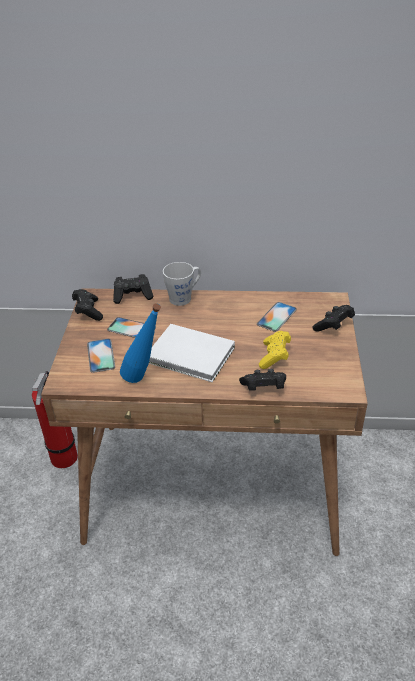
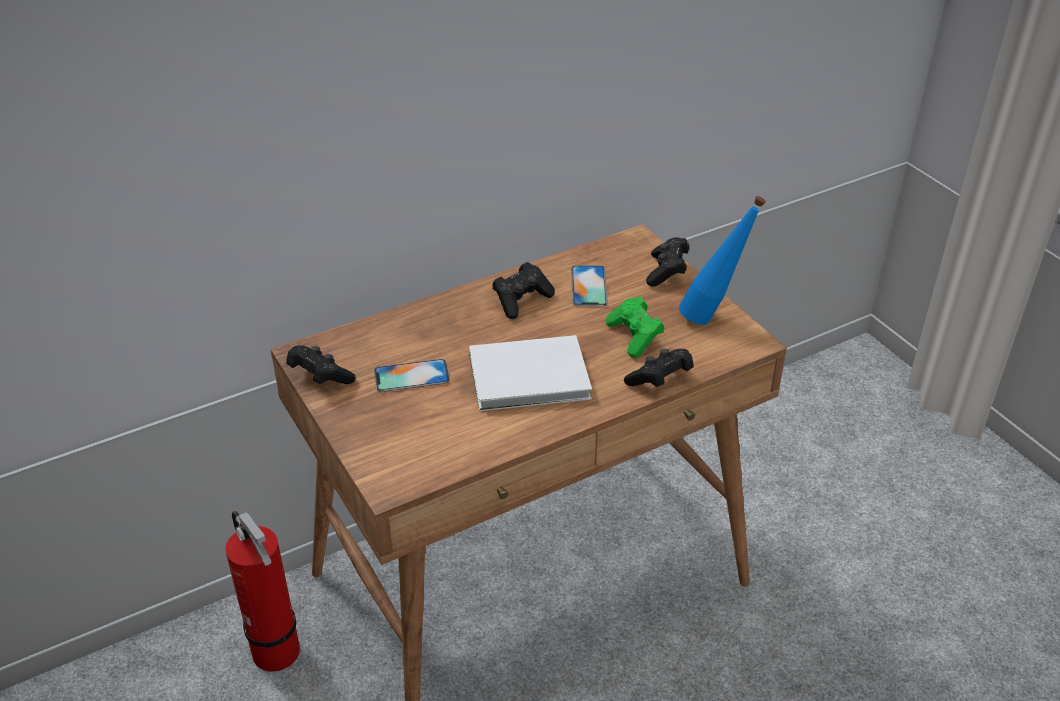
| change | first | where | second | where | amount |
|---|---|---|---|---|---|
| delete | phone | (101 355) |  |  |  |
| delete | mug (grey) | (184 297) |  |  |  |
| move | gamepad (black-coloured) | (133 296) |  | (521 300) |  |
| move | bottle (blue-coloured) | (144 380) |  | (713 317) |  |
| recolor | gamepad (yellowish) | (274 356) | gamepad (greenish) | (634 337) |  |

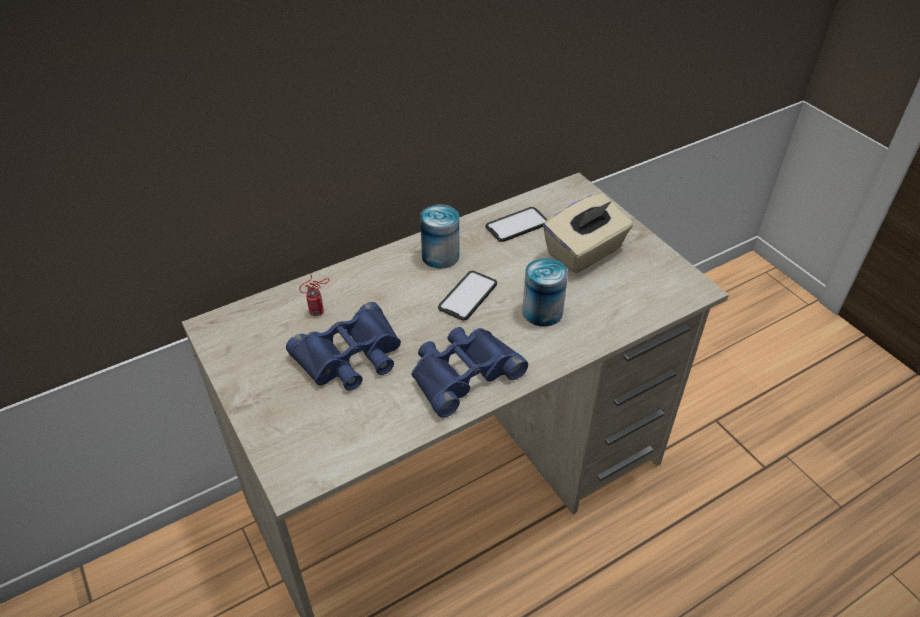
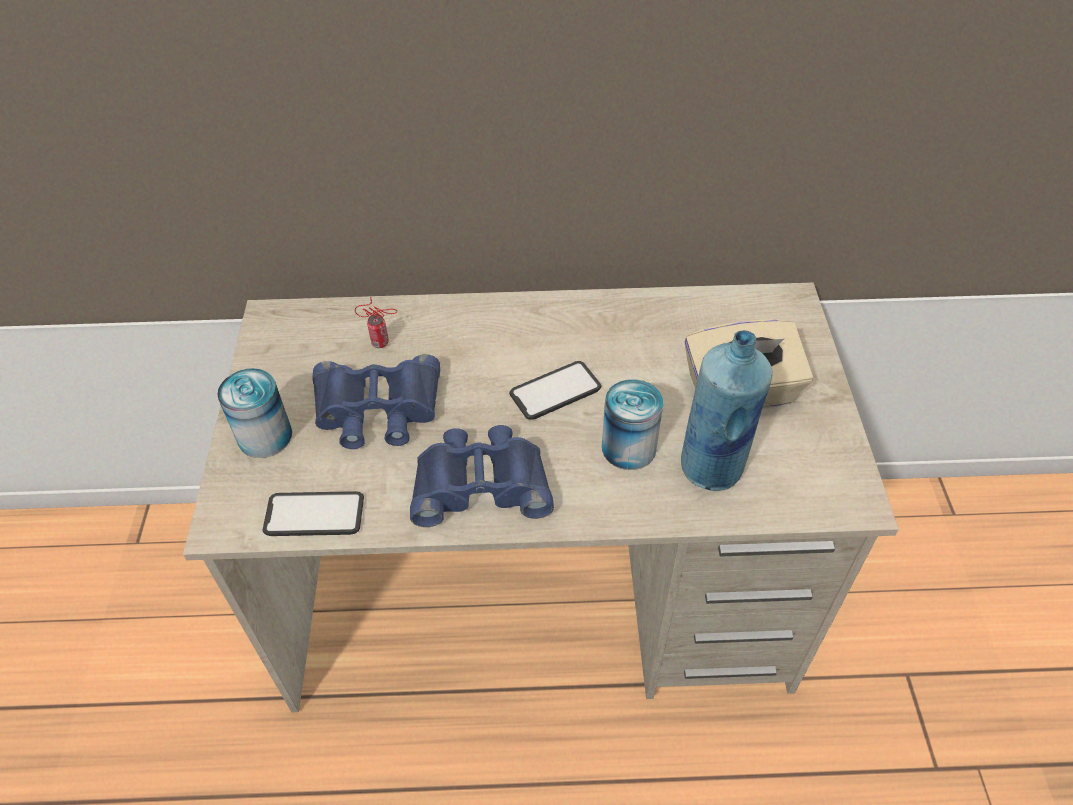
| change | first | where | second | where | amount |
|---|---|---|---|---|---|
| insert |  |  | bottle (blue-coloured) | (712 467) |  |
| move | can | (440 256) |  | (265 436) |  |
| move | phone | (517 225) |  | (314 515) |  |

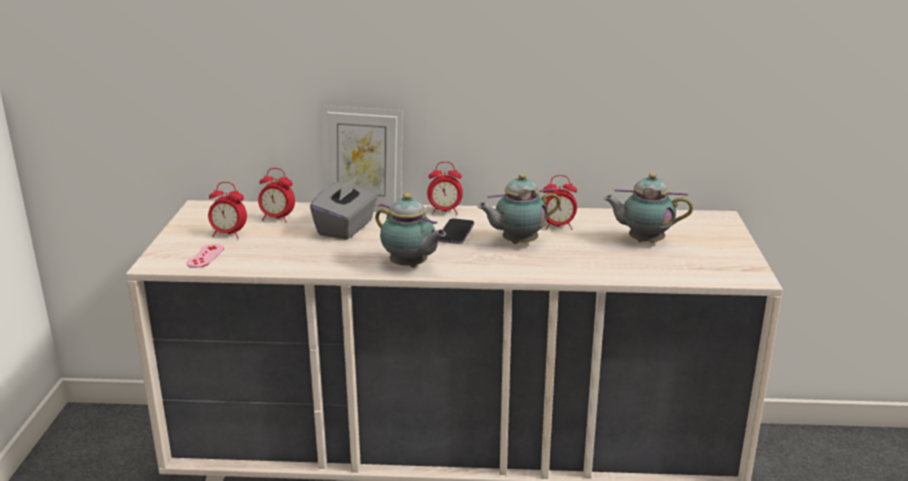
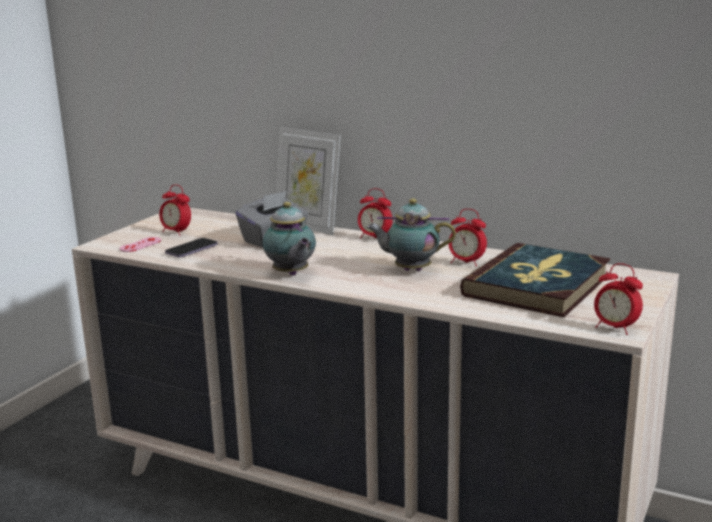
| change | first | where | second | where | amount |
|---|---|---|---|---|---|
| move | alarm clock | (277 219) |  | (615 328) |  |
| move | phone | (455 233) |  | (191 250) |  |
| replace | pot for tea | (643 241) | volume | (538 285) |  |

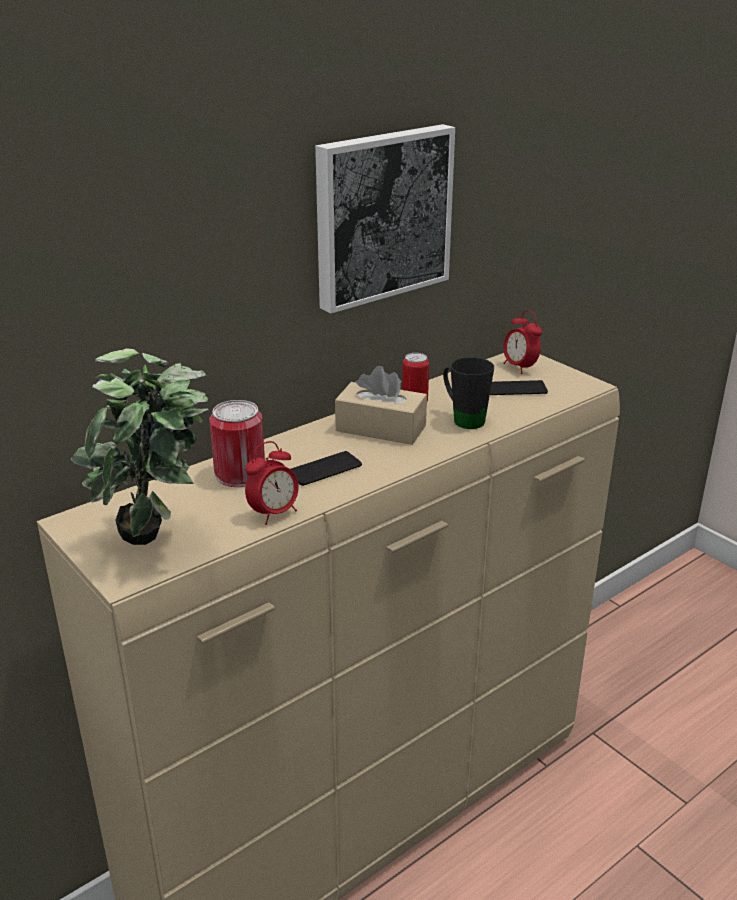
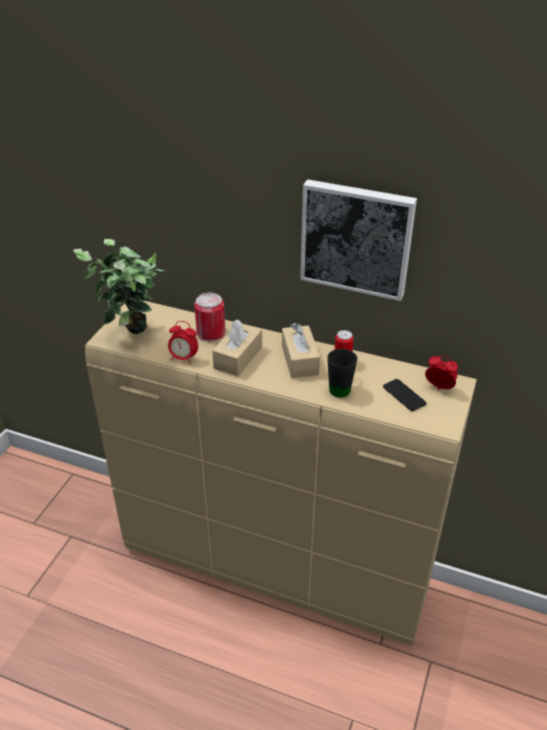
| change | first | where | second | where | amount |
|---|---|---|---|---|---|
| replace | phone | (324 469) | tissue box (beige-coloured) | (238 357) |  |
| rotate | alarm clock | (520 367) |  | (439 388) | 90 degrees clockwise |

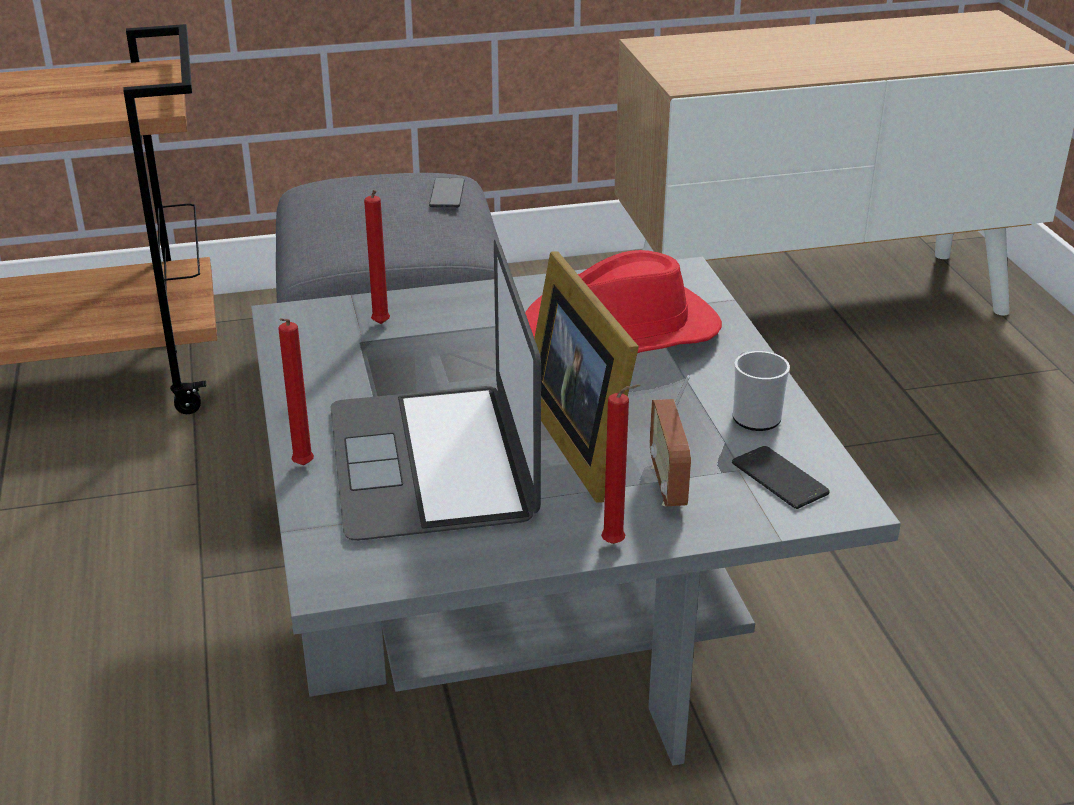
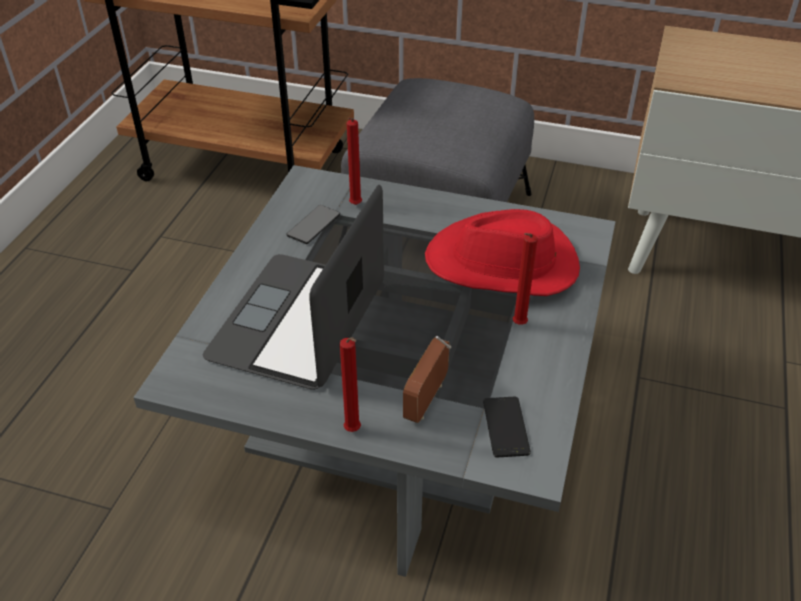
| change | first | where | second | where | amount |
|---|---|---|---|---|---|
| delete | photo frame | (583 437) |  |  |  |
| delete | mug | (753 414) |  |  |  |
| move | candle (red-coloured) | (302 467) |  | (517 325) |  |
| move | phone | (447 194) |  | (314 225) |  |

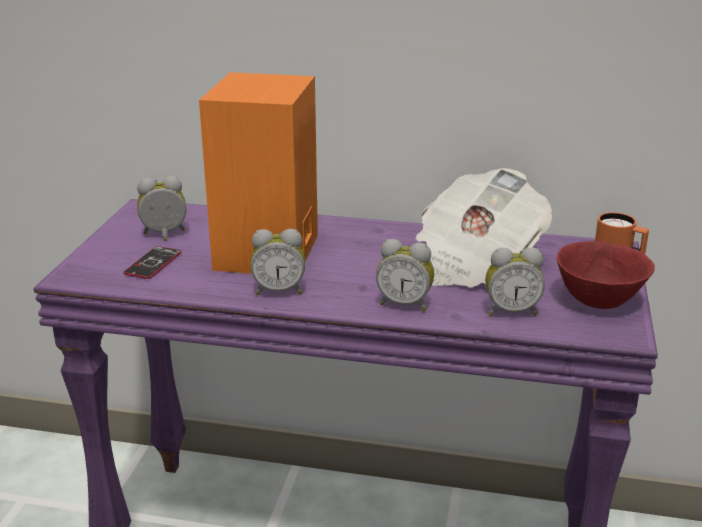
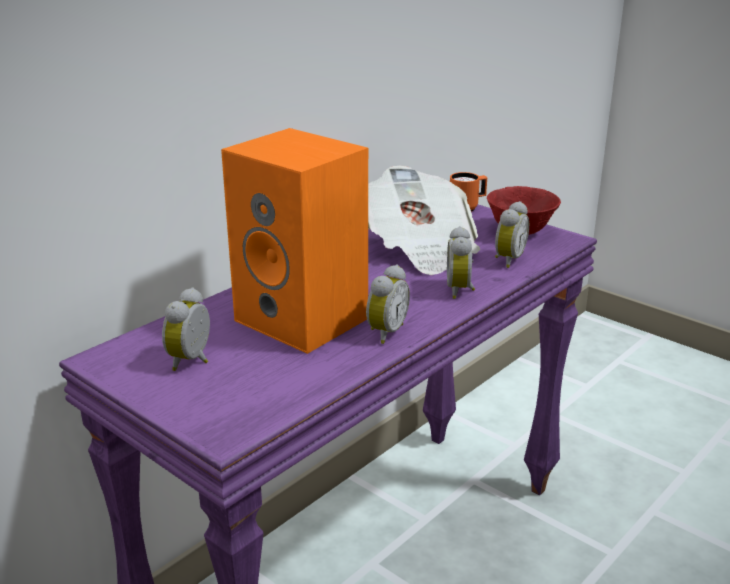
| change | first | where | second | where | amount |
|---|---|---|---|---|---|
| delete | phone | (153 263) |  |  |  |
| rotate | alarm clock | (405 304) |  | (460 290) | 135 degrees clockwise |

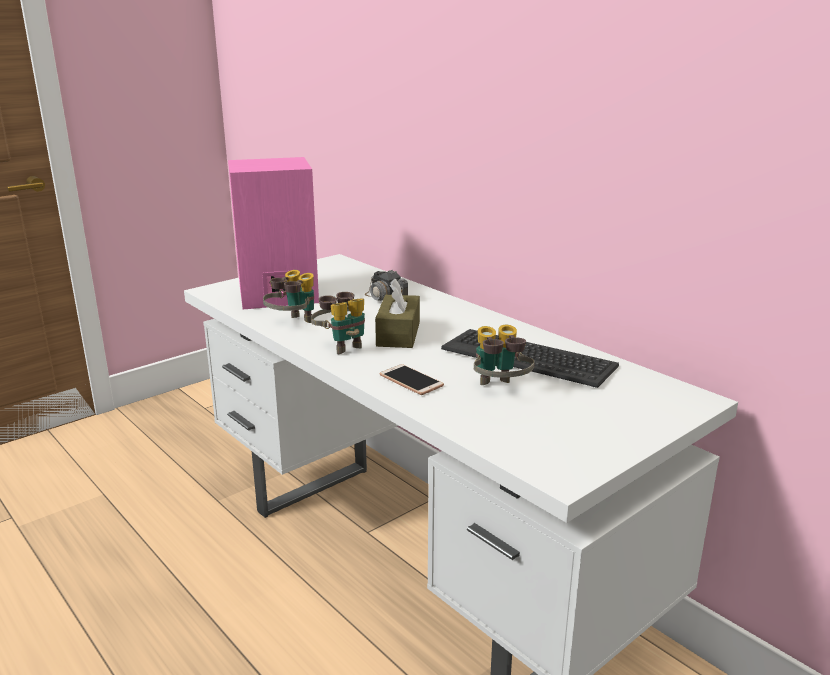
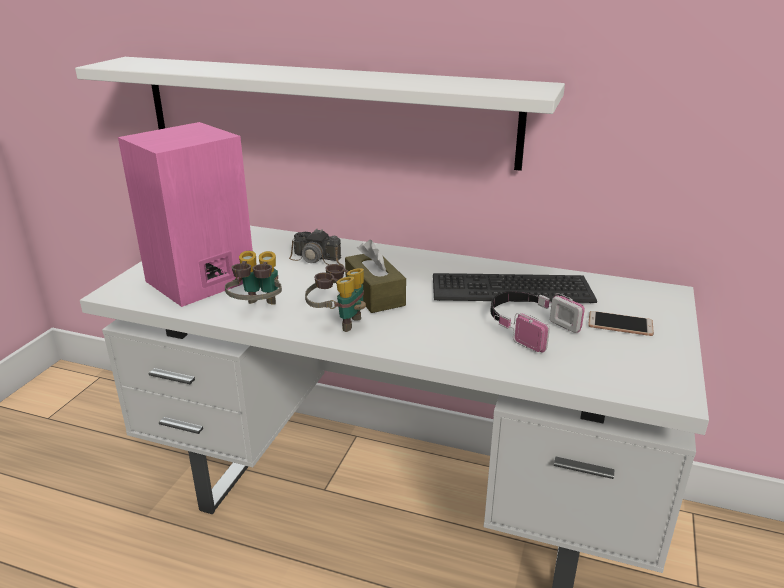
| change | first | where | second | where | amount |
|---|---|---|---|---|---|
| insert |  |  | bracket shelf (whitish) | (324 110) |  |
| move | phone | (411 381) |  | (620 324) |  |
| replace | binoculars | (499 390) | pair of headphones | (528 327) |  |

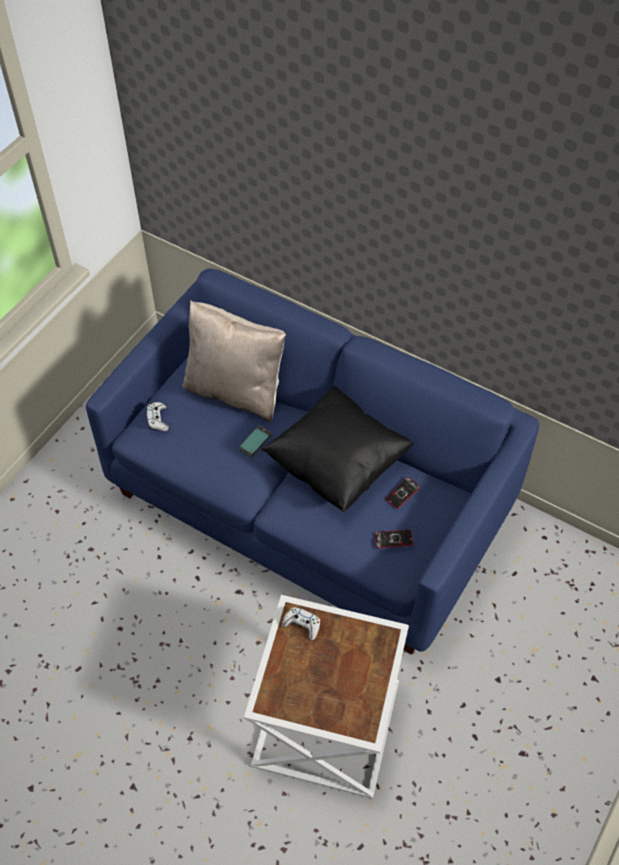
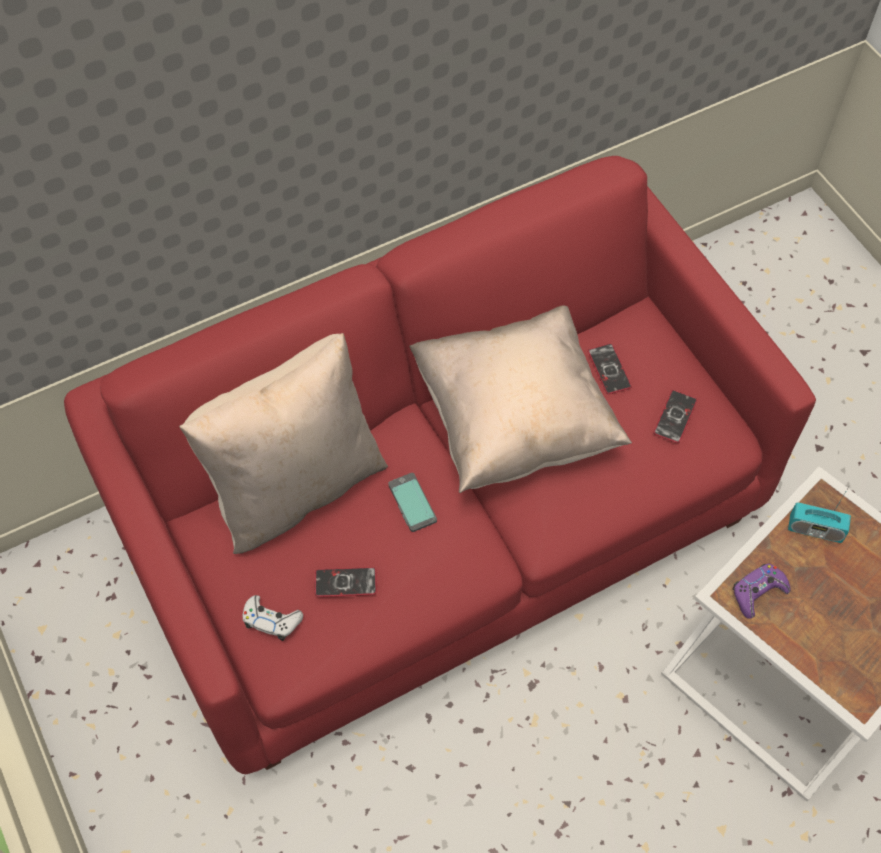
| change | first | where | second | where | amount |
|---|---|---|---|---|---|
| insert |  |  | phone | (345 582) |  |
| insert |  |  | radio set | (815 529) |  |
| recolor | couch (blue-coloured) | (311 500) | couch (red-coloured) | (442 517) |  |
| recolor | throw pillow (black-coloured) | (337 464) | throw pillow (beige-coloured) | (514 420) |  |
| recolor | gamepad (whitish) | (302 625) | gamepad (purplish) | (758 592) |  |

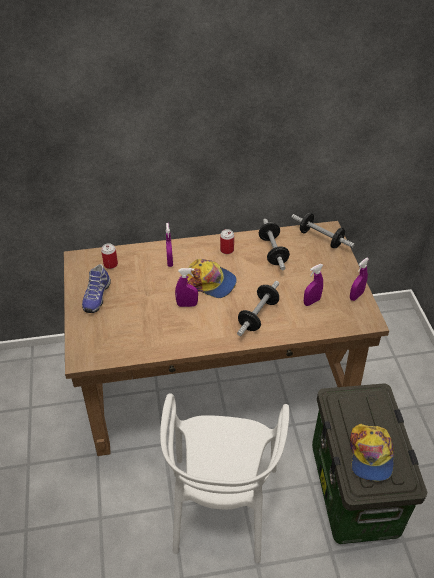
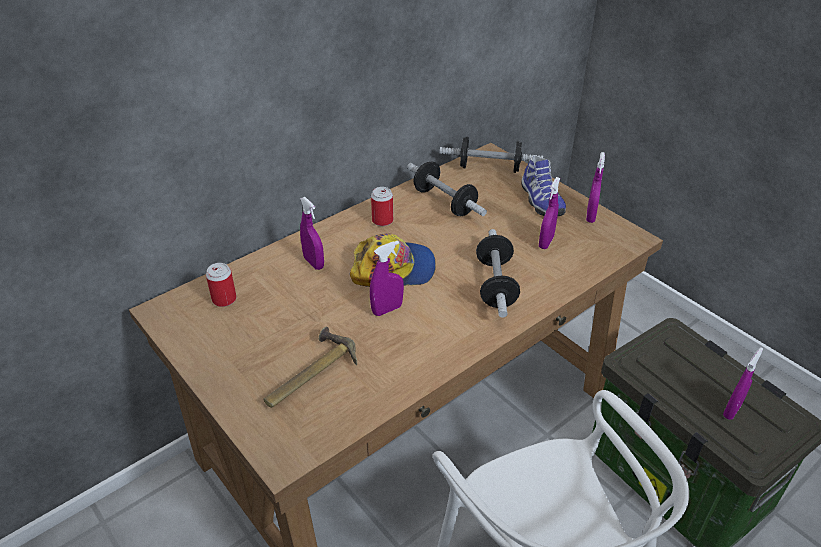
| change | first | where | second | where | amount |
|---|---|---|---|---|---|
| insert |  |  | hand hammer | (308 373) |  |
| move | item of footwear | (96 296) |  | (540 201) |  |
| replace | cap | (370 455) | hand sprayer (purplish) | (732 410) |  |

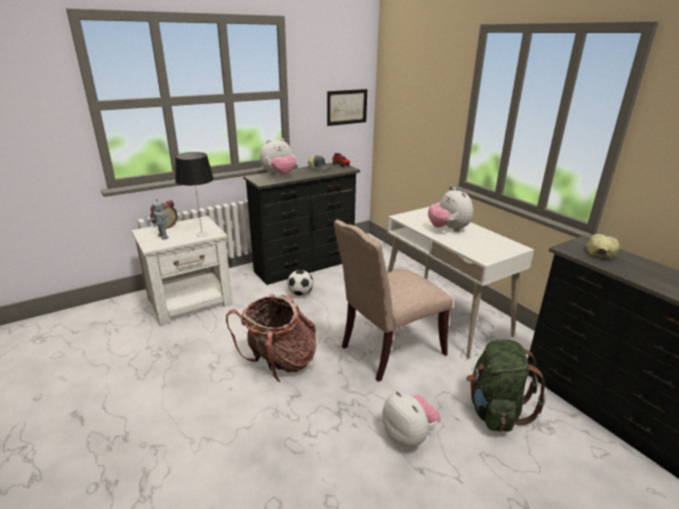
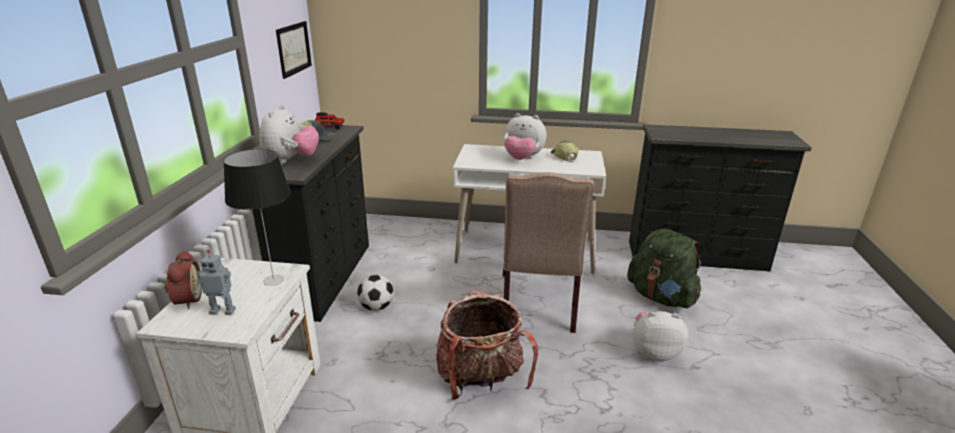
| change | first | where | second | where | amount |
|---|---|---|---|---|---|
| move | cap | (600 252) |  | (563 156) |  |

